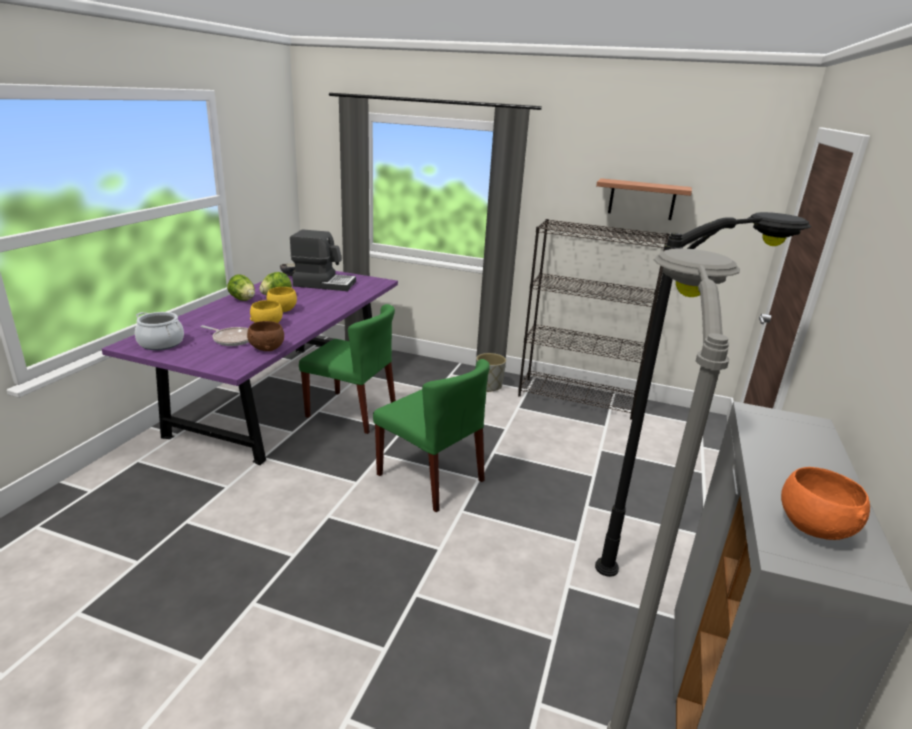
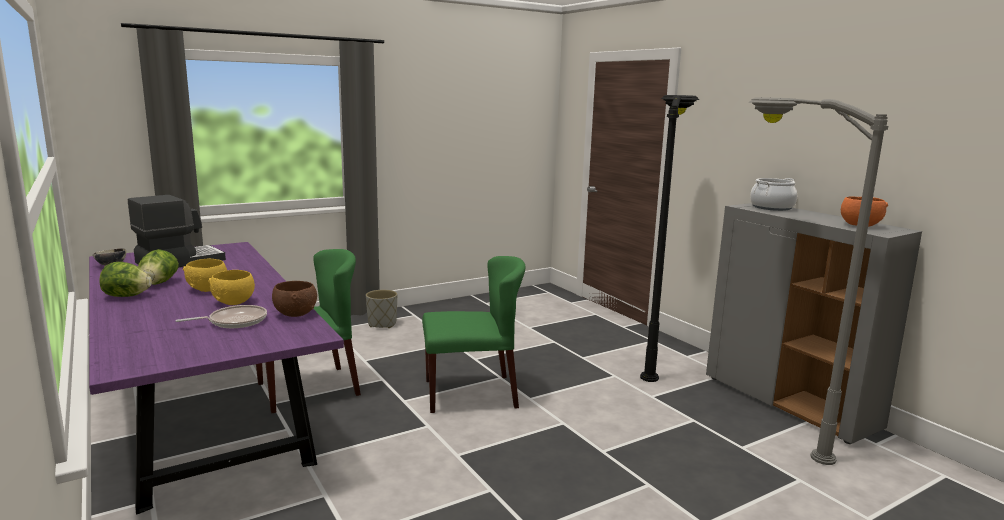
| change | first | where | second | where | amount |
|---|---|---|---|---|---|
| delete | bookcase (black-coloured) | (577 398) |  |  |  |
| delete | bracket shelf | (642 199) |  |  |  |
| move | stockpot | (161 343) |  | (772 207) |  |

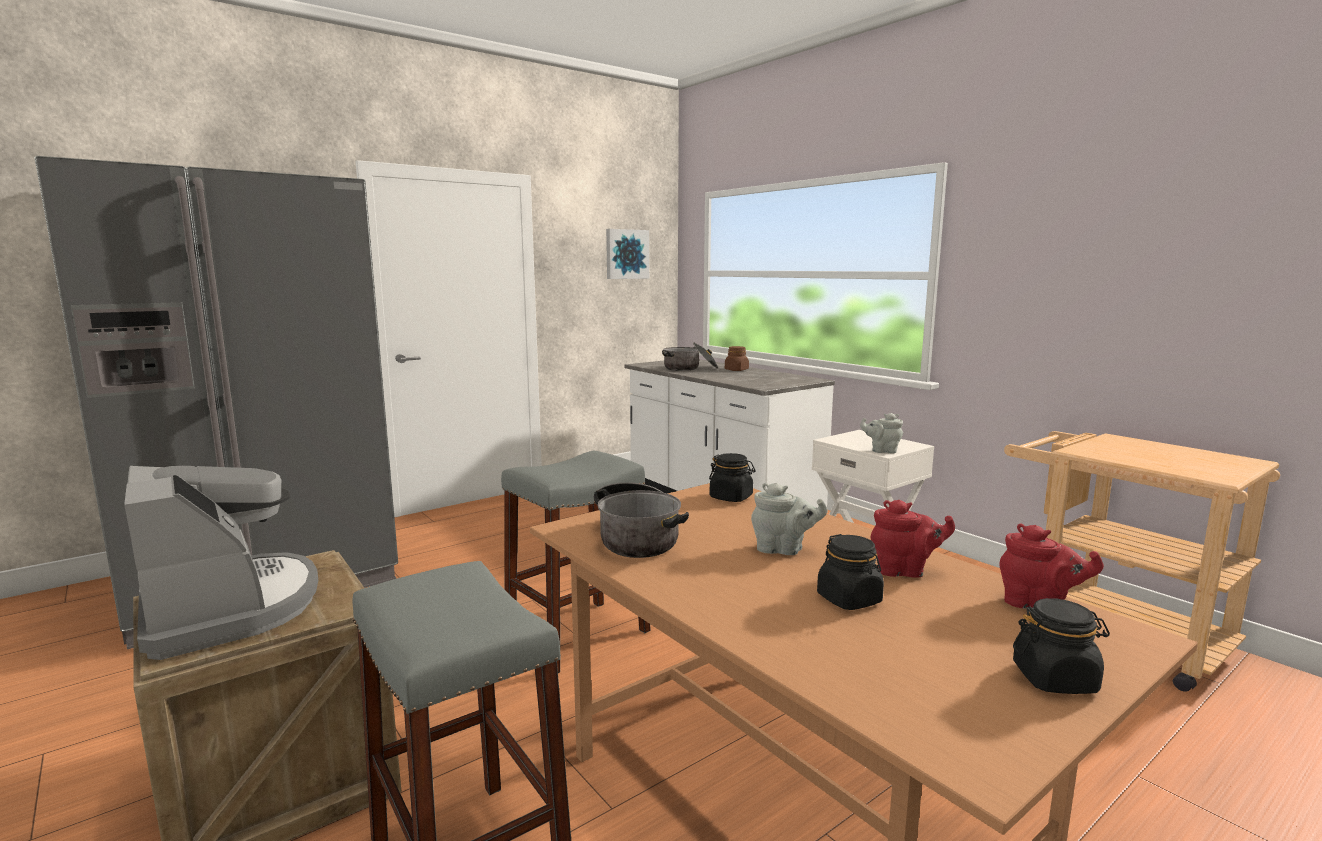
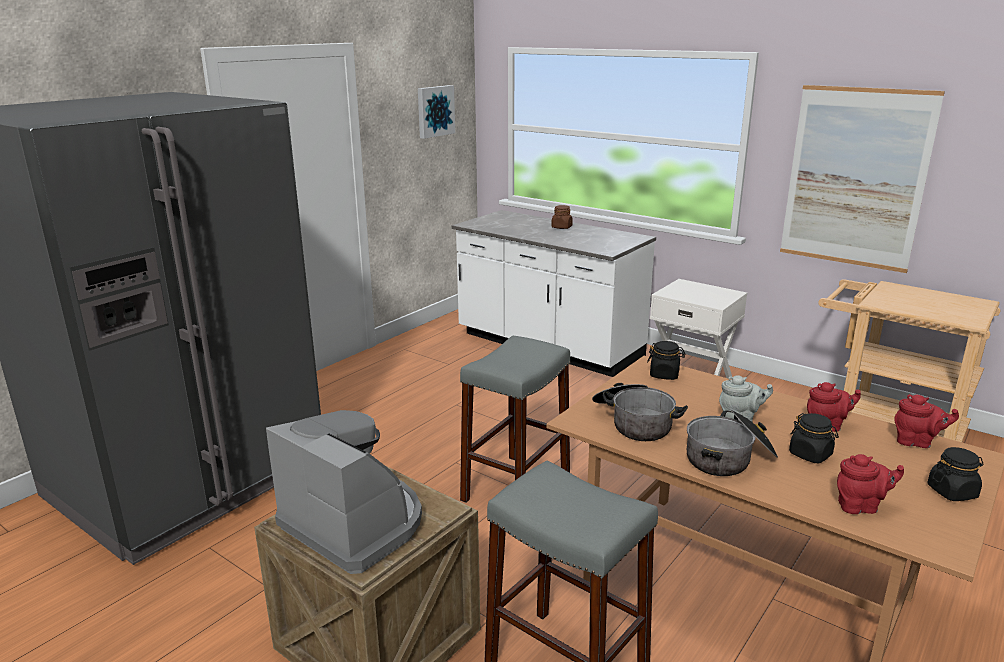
| change | first | where | second | where | amount |
|---|---|---|---|---|---|
| delete | pot for tea (grey) | (882 450) |  |  |  |
| insert |  |  | wall art | (855 178) |  |
| insert |  |  | pot for tea (red-coloured) | (861 506) |  |
| move | stockpot | (690 368) |  | (729 459) |  |

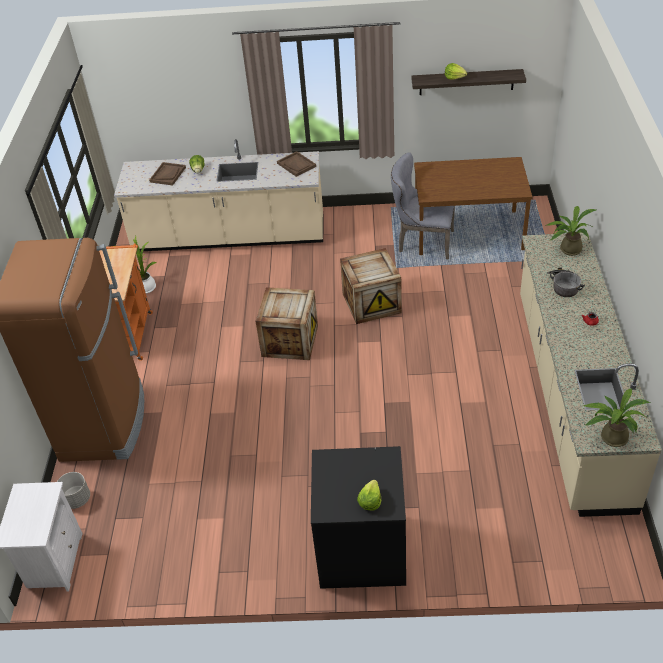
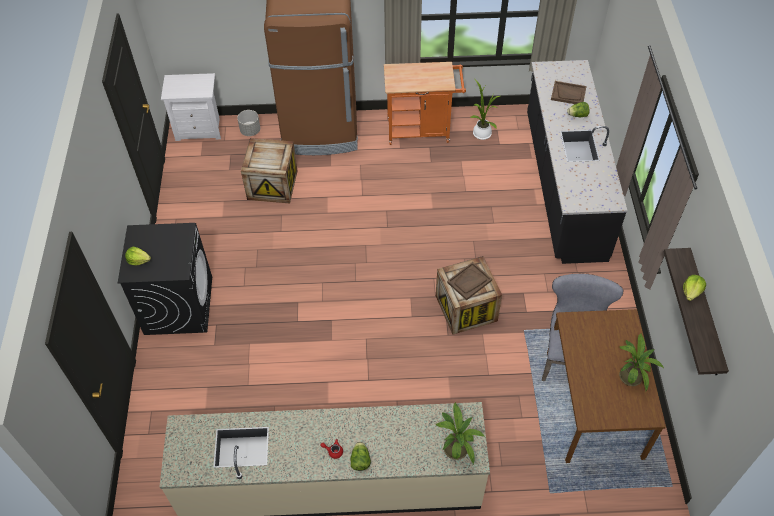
| change | first | where | second | where | amount |
|---|---|---|---|---|---|
| delete | stockpot | (563 286) |  |  |  |
| insert |  |  | head of lettuce | (360 460) |  |
| move | crate | (290 341) |  | (272 185) |  |
| move | serving tray (brownish) | (296 165) |  | (469 281) |  |
| move | potted plant | (610 436) |  | (631 374) |  |
| recolor | kitchen base unit (beige-coloured) | (229 236) | kitchen base unit (black-coloured) | (563 185) |  |

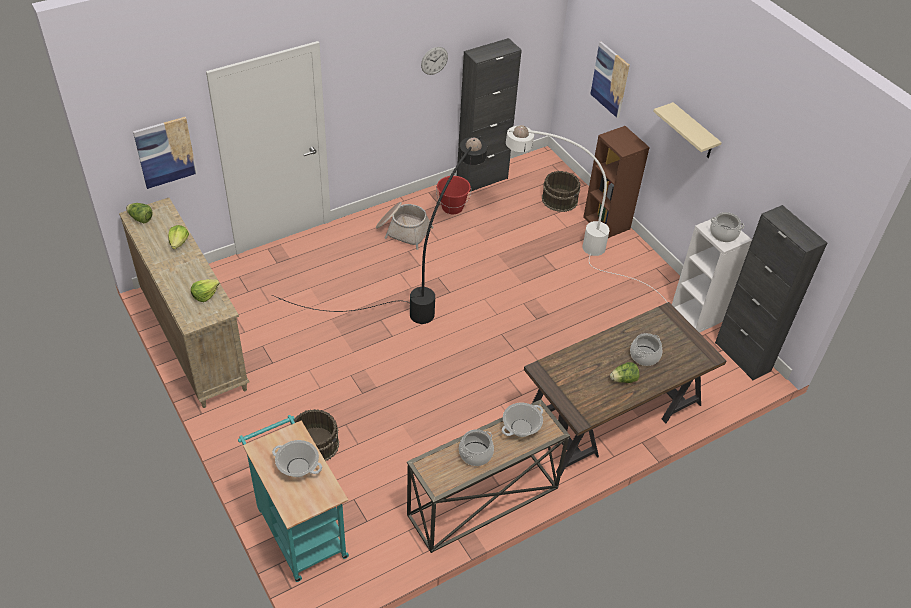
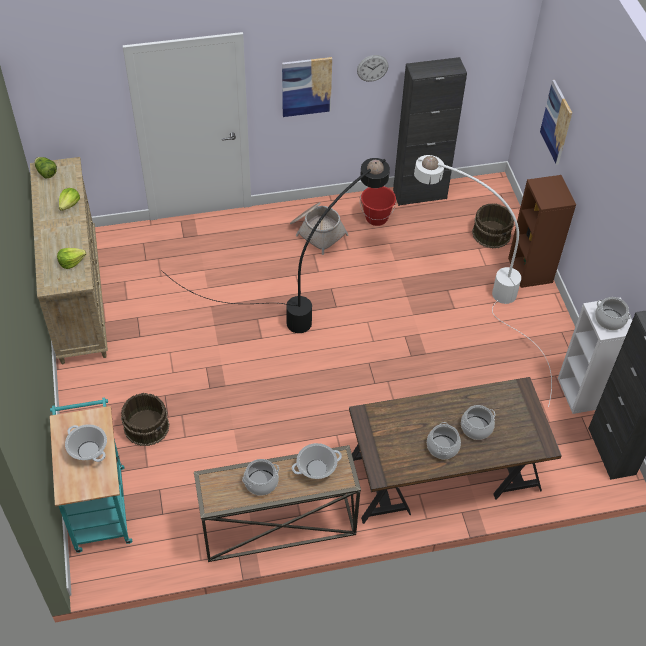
| change | first | where | second | where | amount |
|---|---|---|---|---|---|
| delete | bracket shelf (beige-coloured) | (694 132) |  |  |  |
| move | wall art | (165 152) |  | (306 86) |  |
| replace | head of lettuce | (623 380) | stockpot | (443 447) |  |

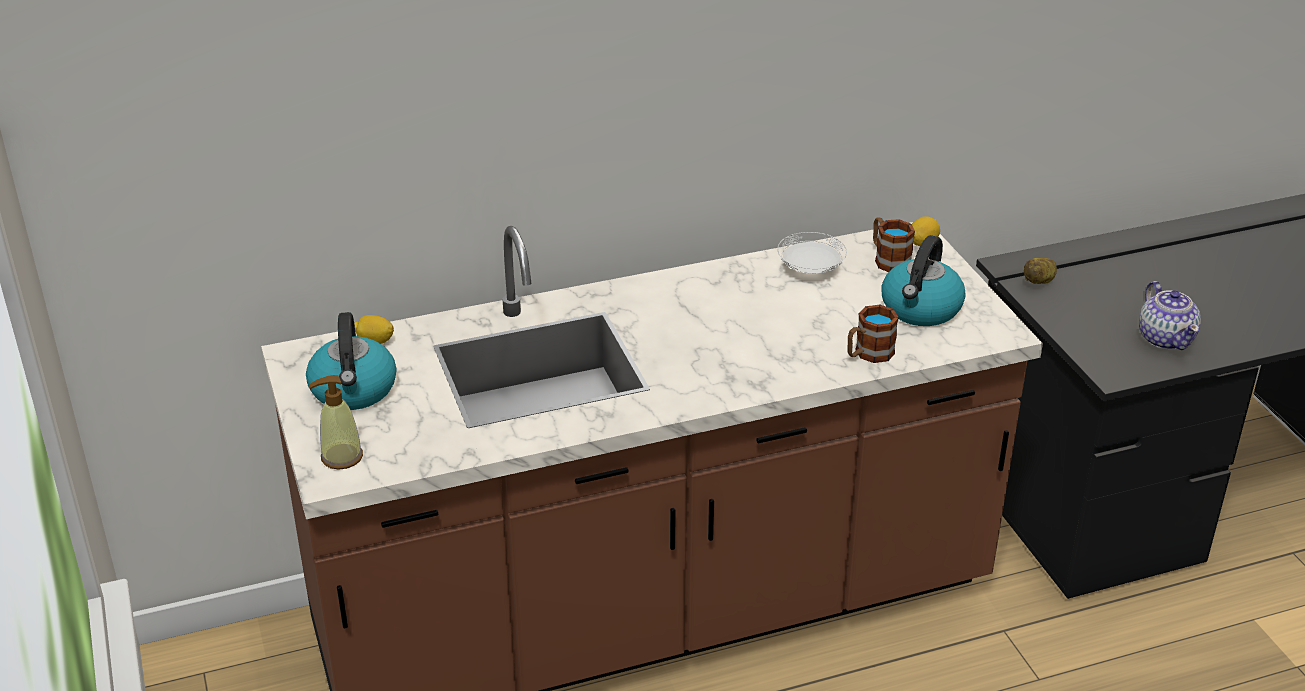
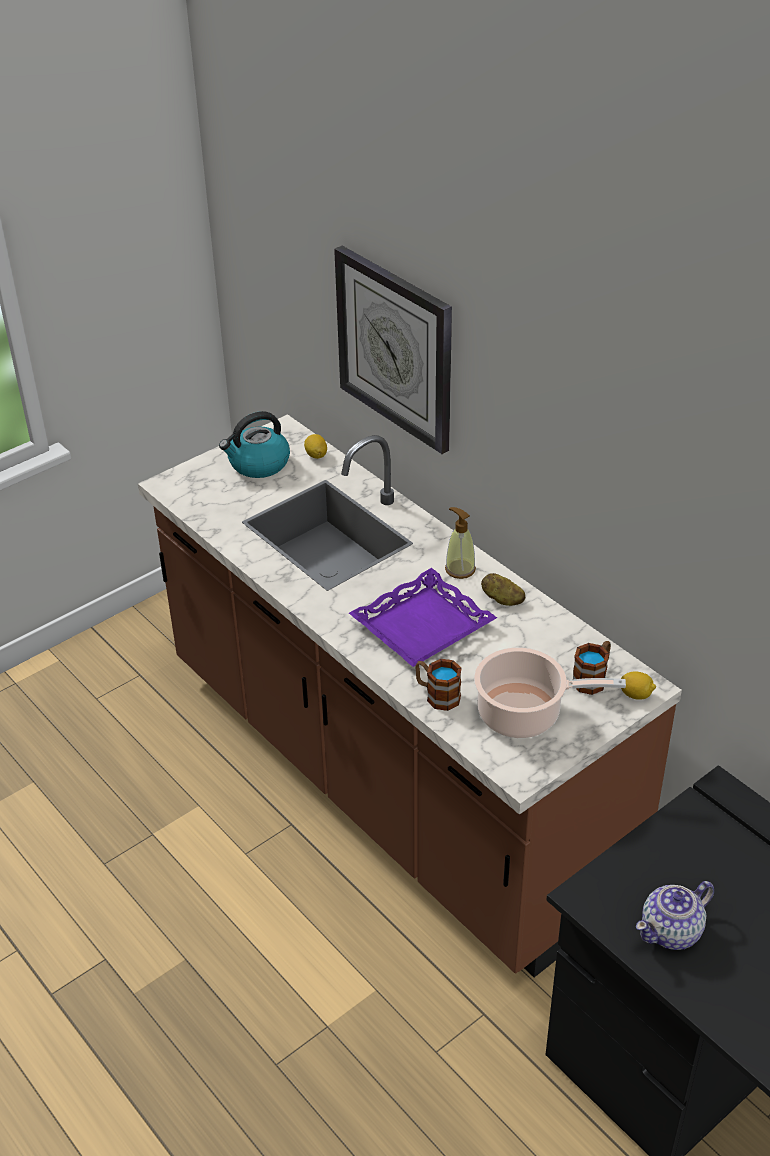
| change | first | where | second | where | amount |
|---|---|---|---|---|---|
| delete | dinner plate (whitish) | (810 269) |  |  |  |
| insert |  |  | hanging clock | (395 348) |  |
| insert |  |  | serving tray (purplish) | (422 625) |  |
| move | liquid soap bottle | (341 457) |  | (460 569) |  |
| move | whole potato | (1039 281) |  | (502 599) |  |
| replace | water kettle | (921 309) | stockpot | (525 714) |  |

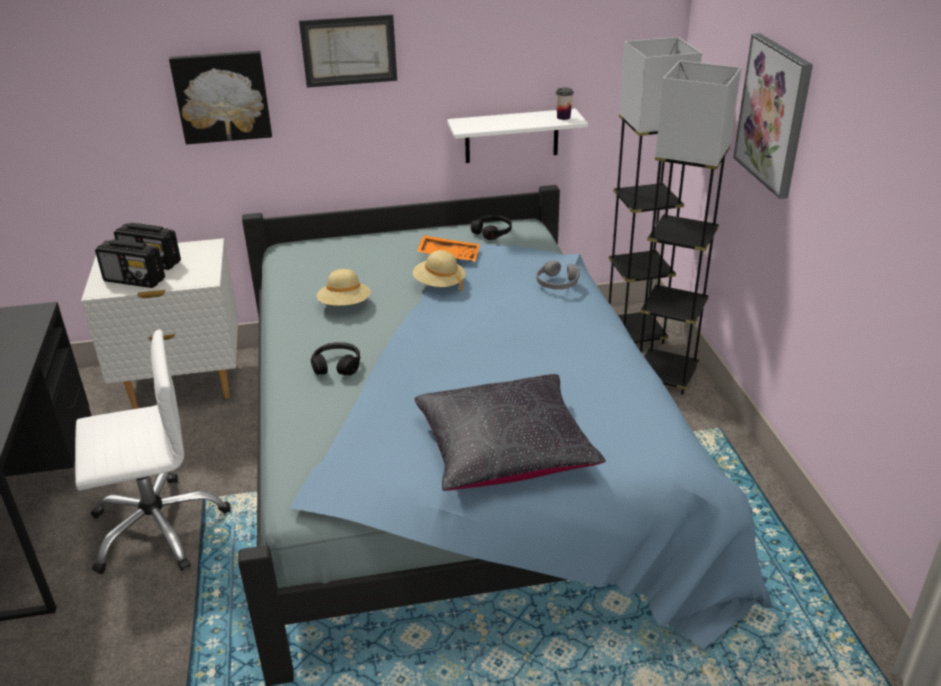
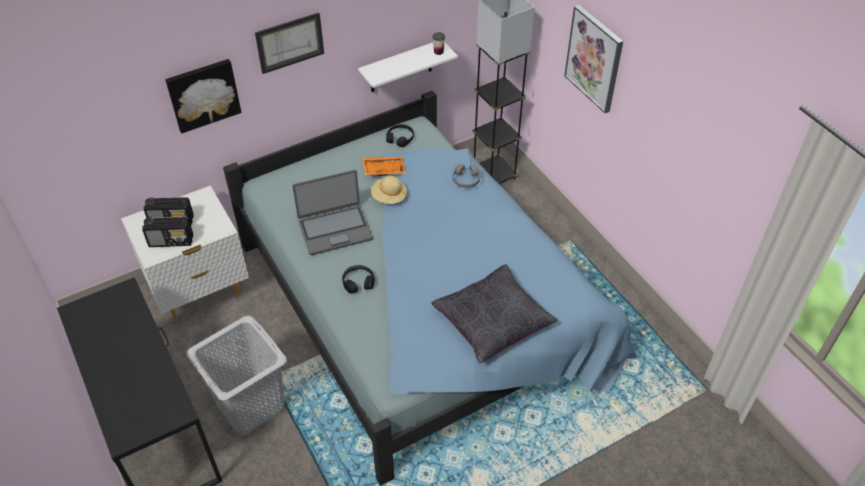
| change | first | where | second | where | amount |
|---|---|---|---|---|---|
| delete | standing lamp (grey) | (666 376) |  |  |  |
| replace | office chair (whitish) | (157 527) | washing basket (grey) | (251 405) |  |
| replace | wearable hat (beige-coloured) | (345 305) | notebook computer | (335 229) |  |

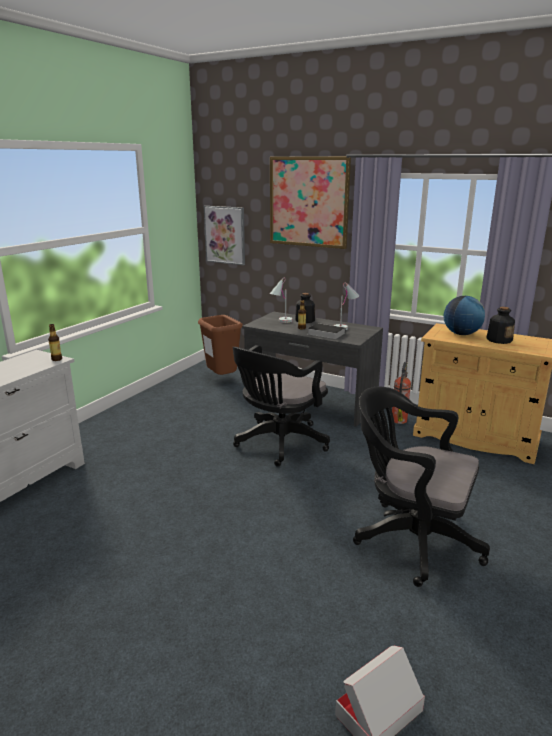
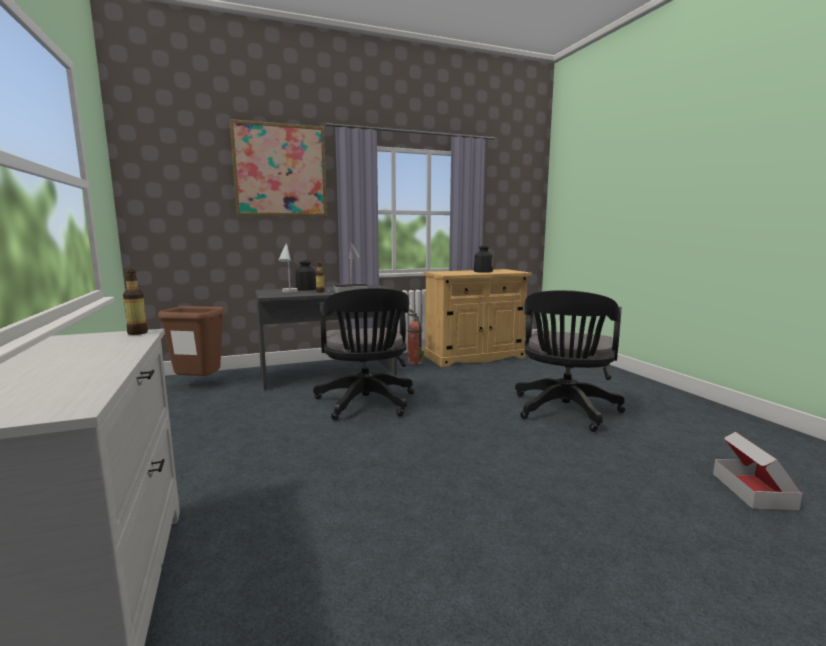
| change | first | where | second | where | amount |
|---|---|---|---|---|---|
| delete | wall art | (225 235) |  |  |  |
| delete | desk globe | (461 334) |  |  |  |
| rotate | office chair (black-coloured) | (411 539) |  | (564 411) | 45 degrees counterclockwise |

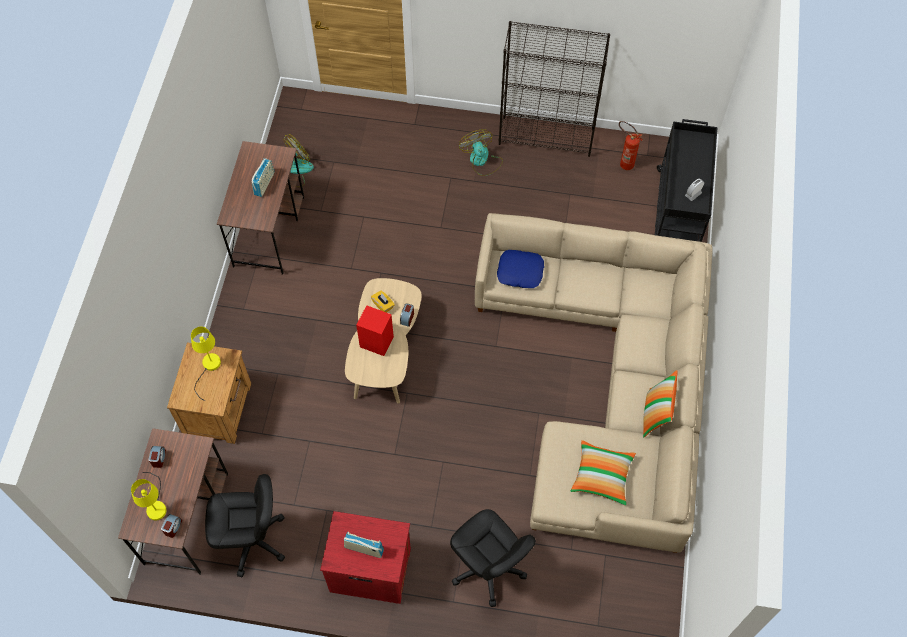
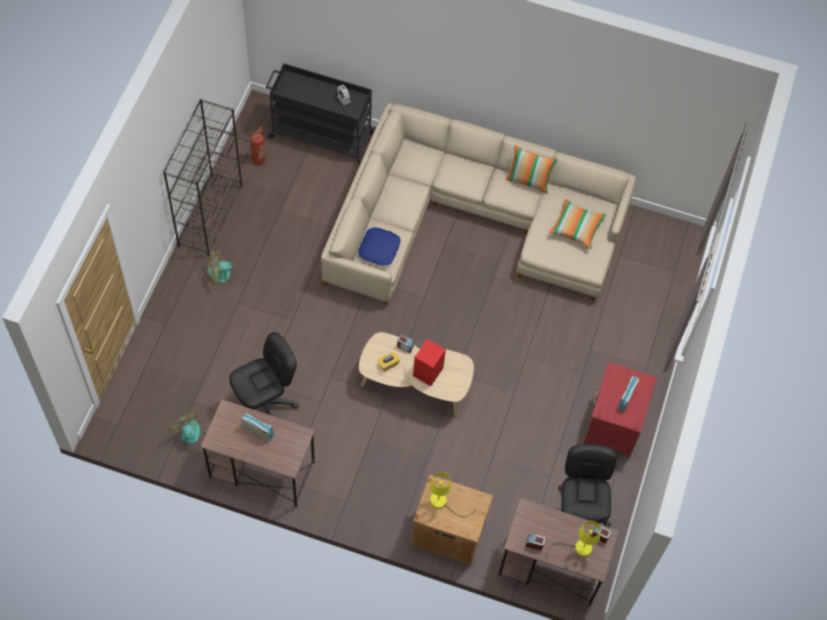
| change | first | where | second | where | amount |
|---|---|---|---|---|---|
| move | office chair (black-coloured) | (488 569) |  | (265 404) |  |

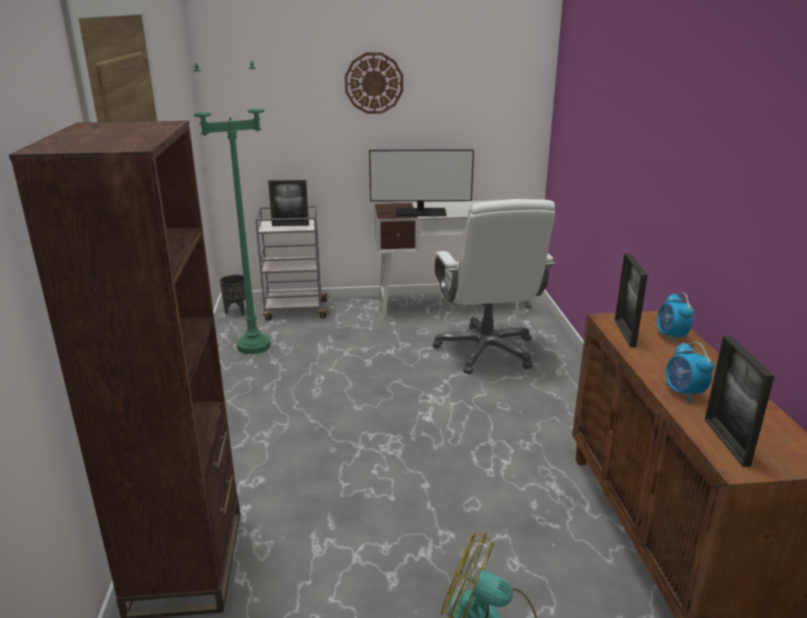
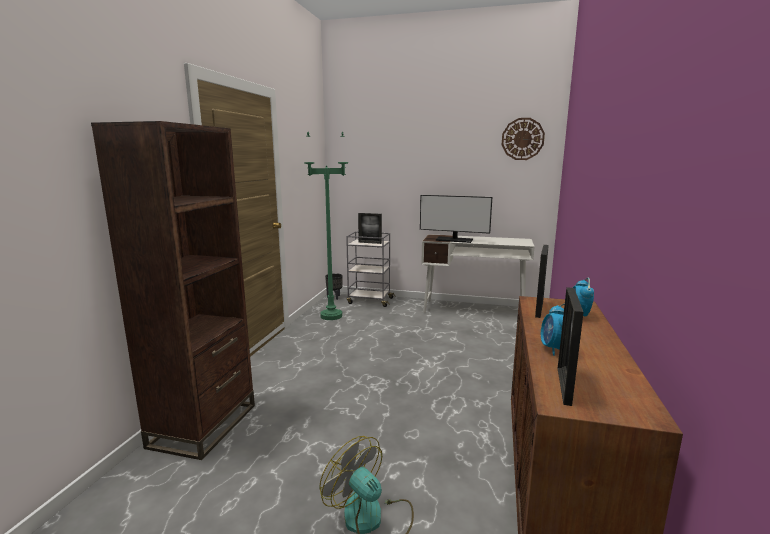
| change | first | where | second | where | amount |
|---|---|---|---|---|---|
| delete | office chair (whitish) | (486 351) |  |  |  |
| move | hanging clock | (374 83) |  | (522 139) |  |

